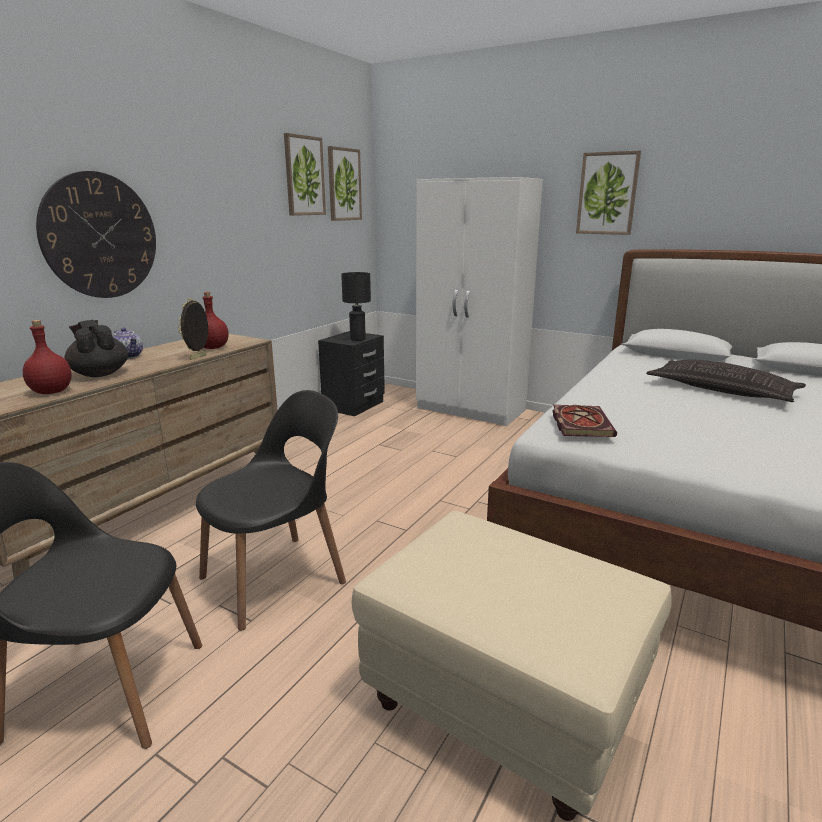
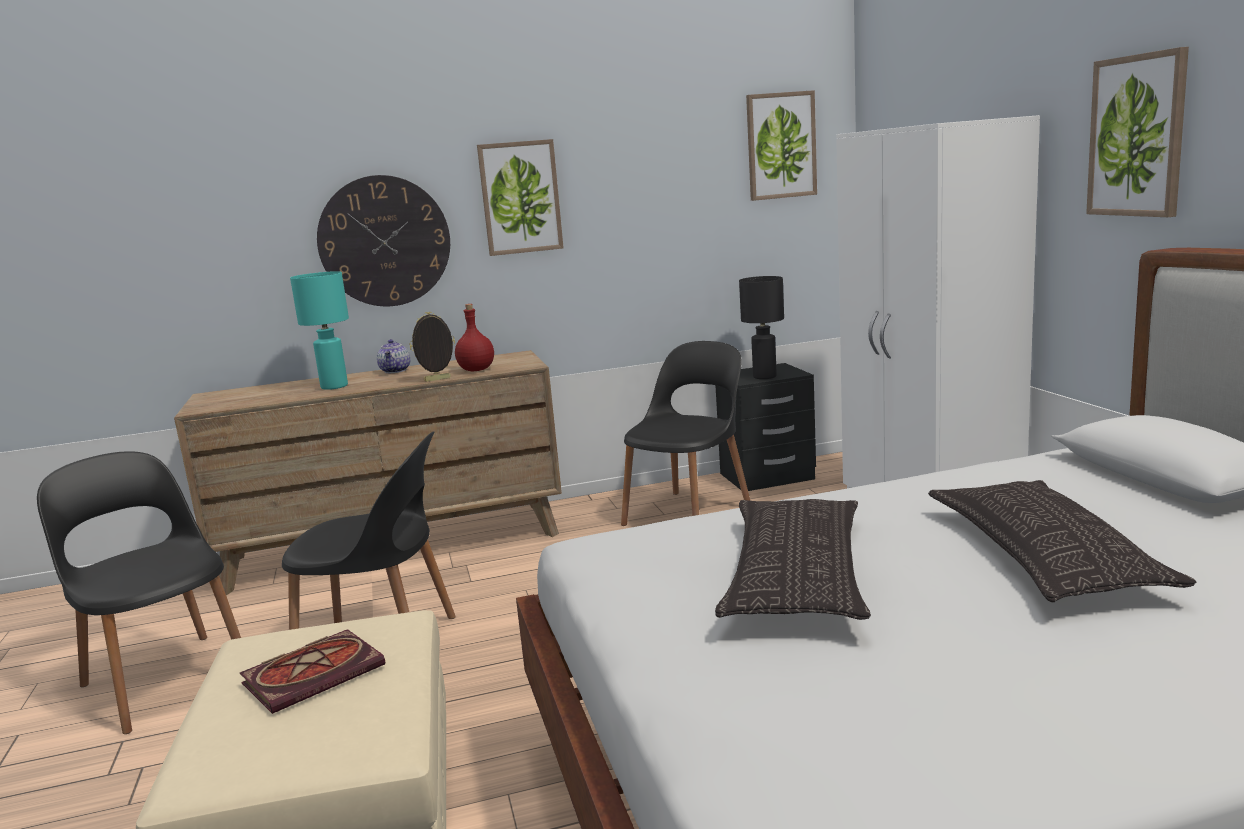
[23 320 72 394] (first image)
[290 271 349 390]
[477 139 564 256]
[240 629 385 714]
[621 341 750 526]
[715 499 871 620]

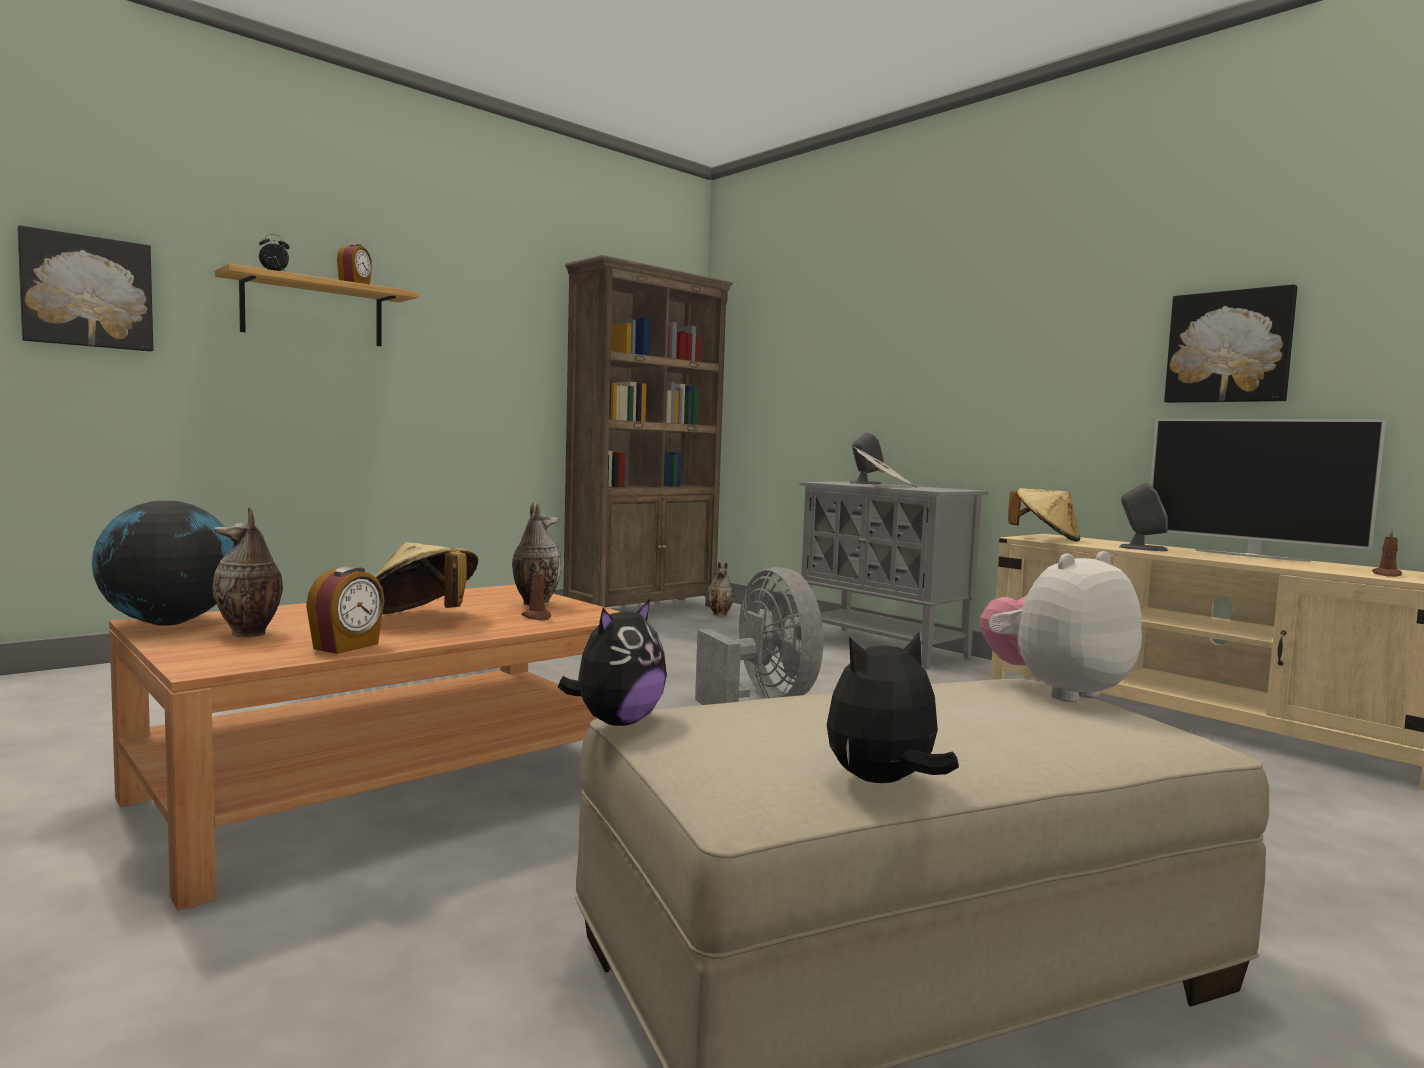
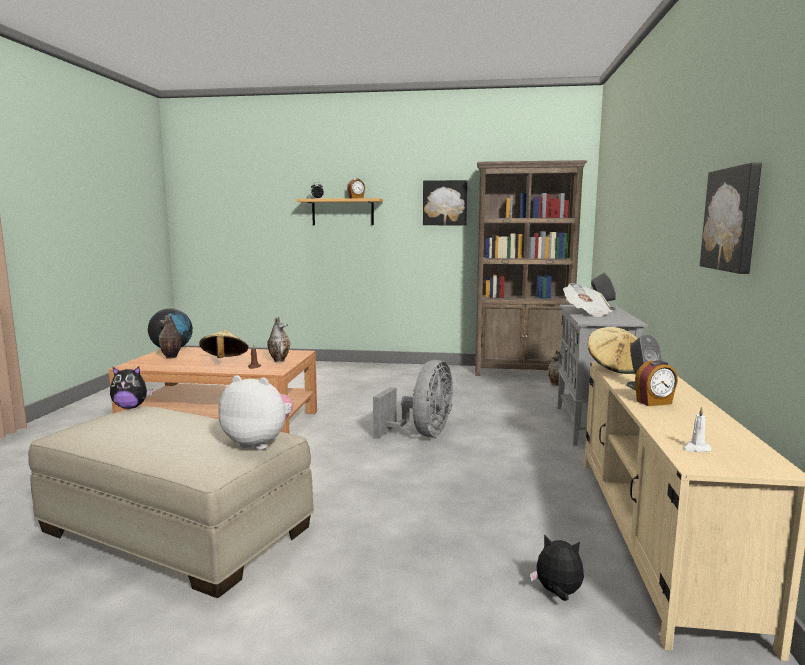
[423 180 467 225]
[635 360 678 406]
[530 534 584 601]
[1150 419 1386 562] (first image)
[683 406 712 452]

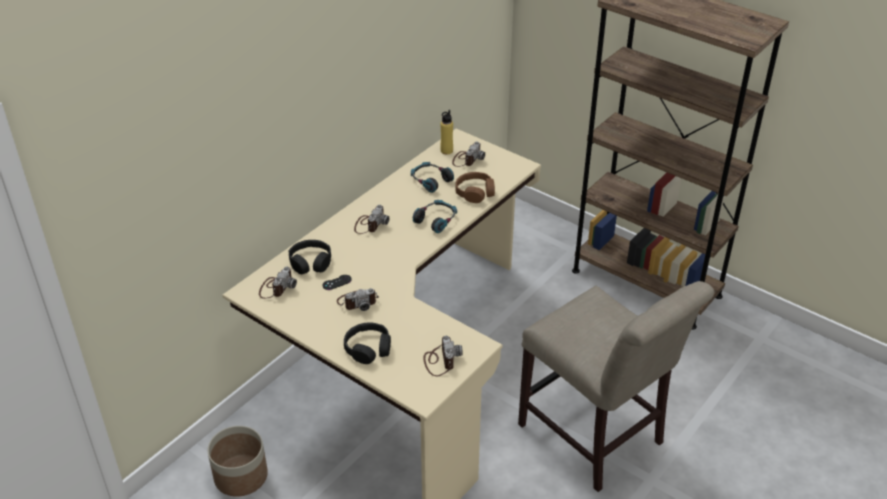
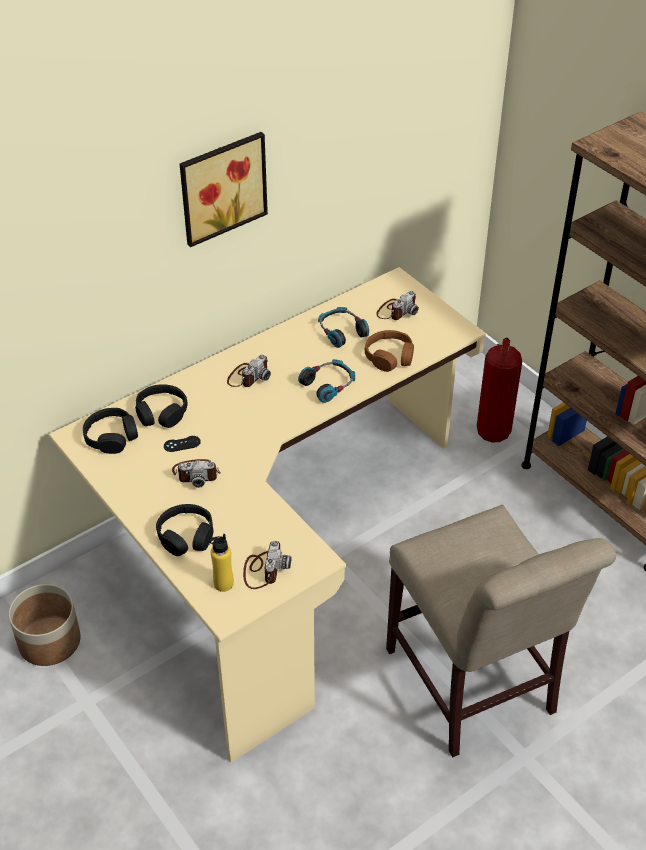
[83 408 138 454]
[209 534 234 592]
[180 132 268 247]
[477 337 522 442]

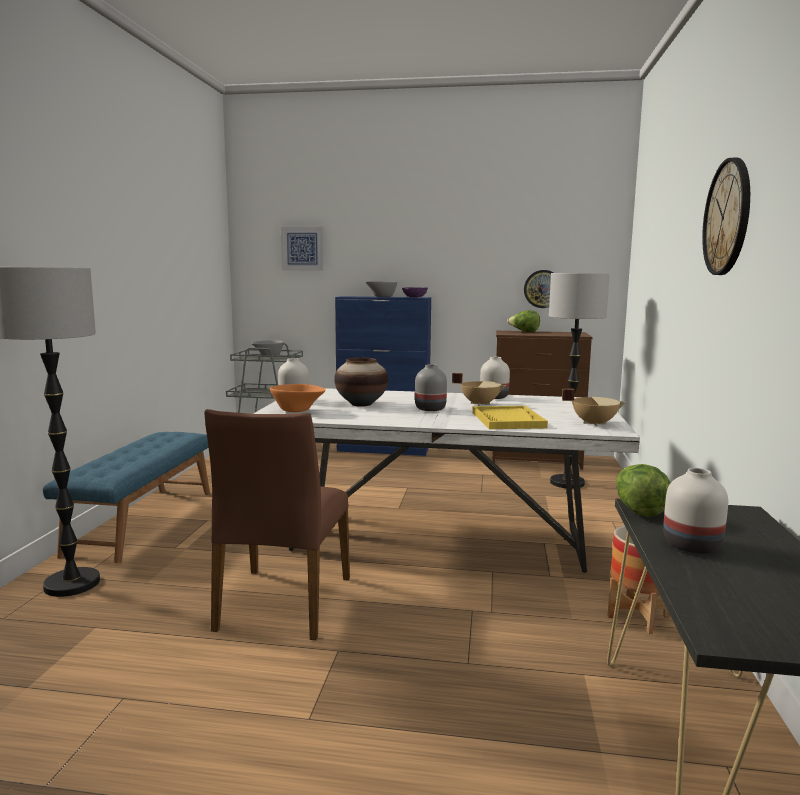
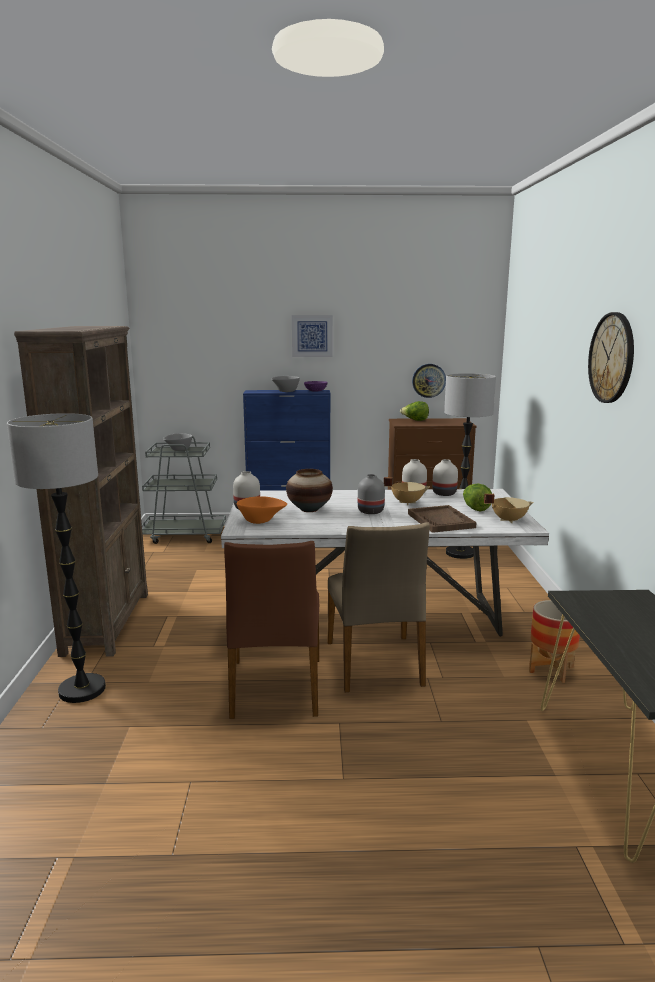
[14 326 148 657]
[292 315 333 357]
[408 505 477 533]
[463 483 492 511]
[432 459 458 496]
[327 522 430 692]

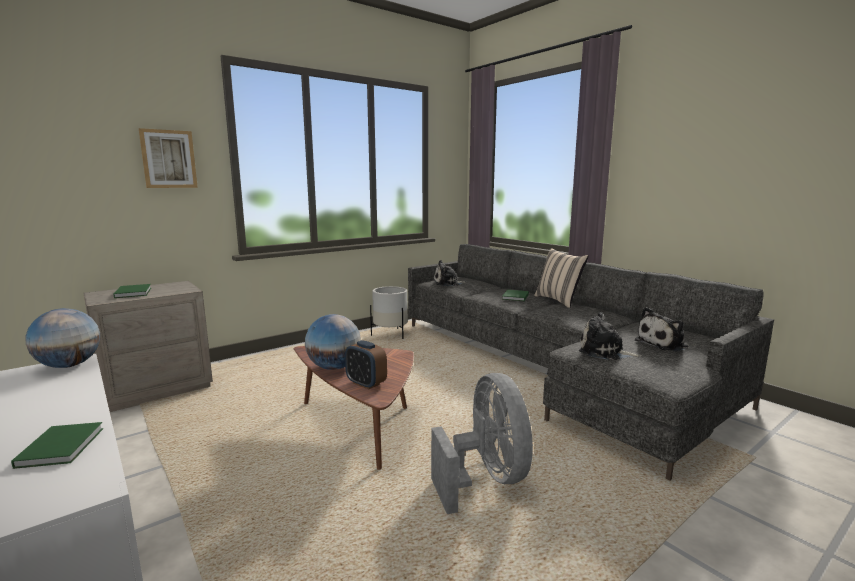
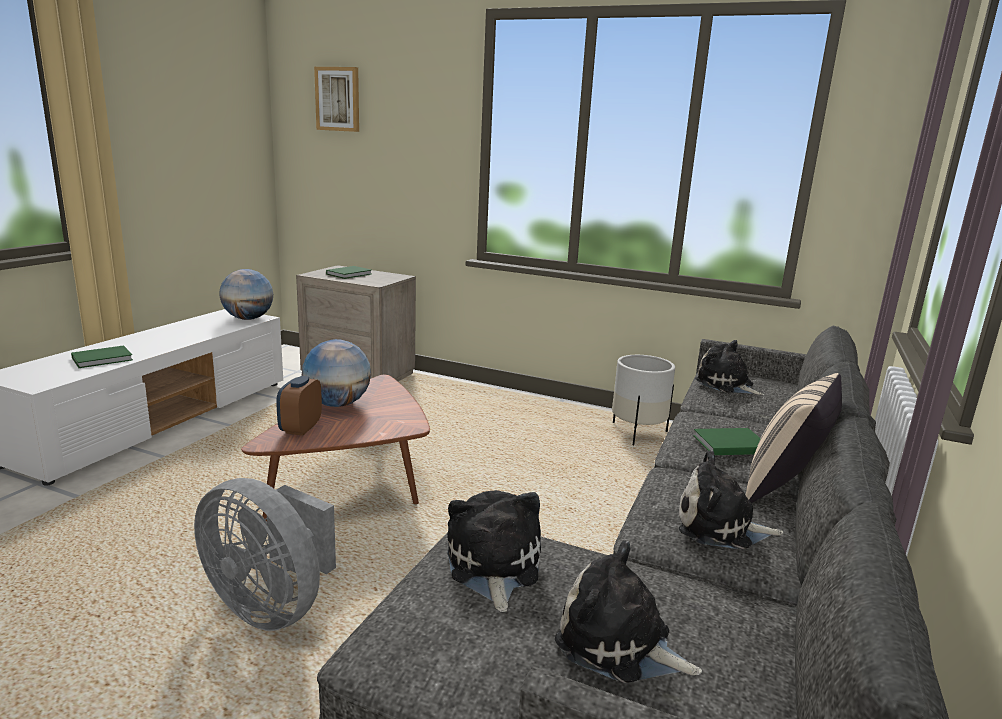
[314 67 359 132]
[194 478 336 631]
[679 450 784 549]

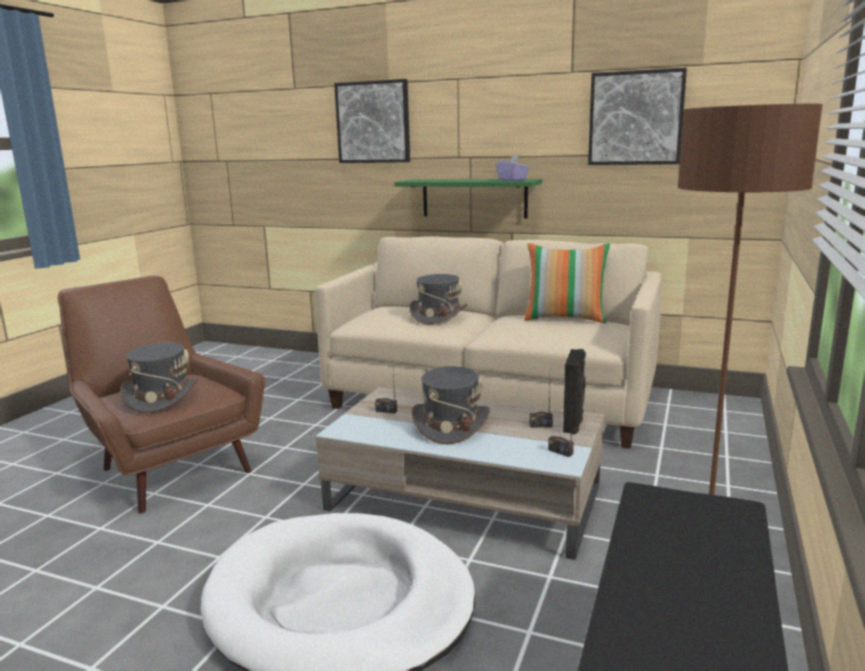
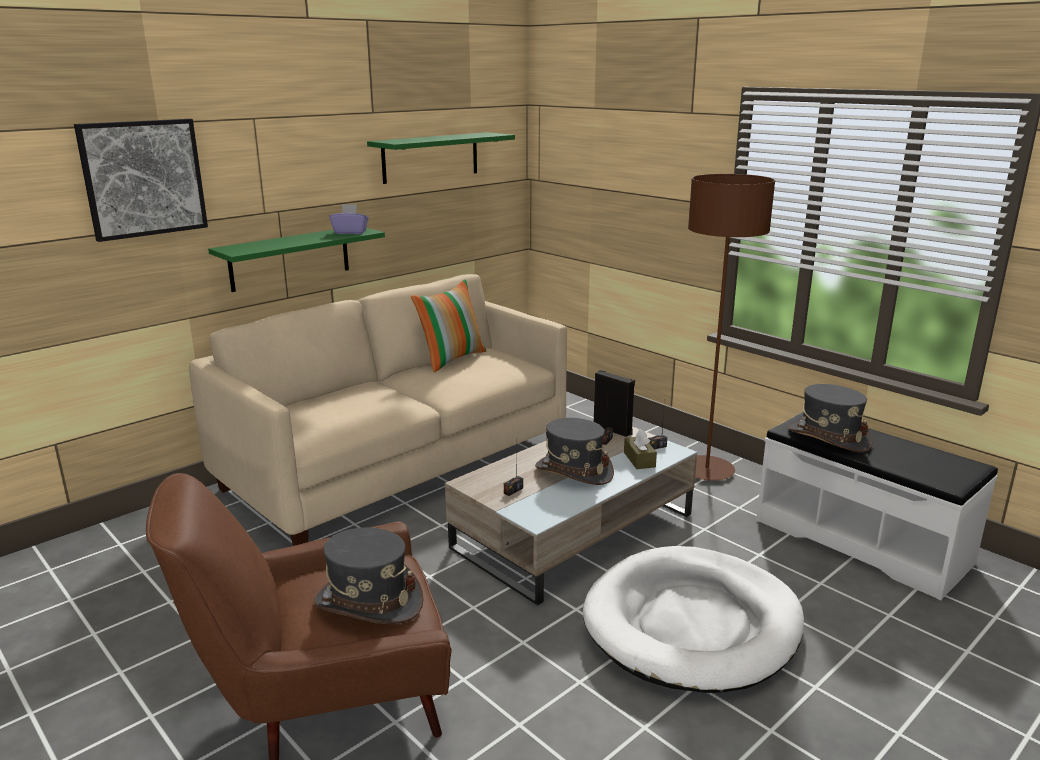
[788 384 872 452]
[367 132 515 184]
[624 430 657 469]

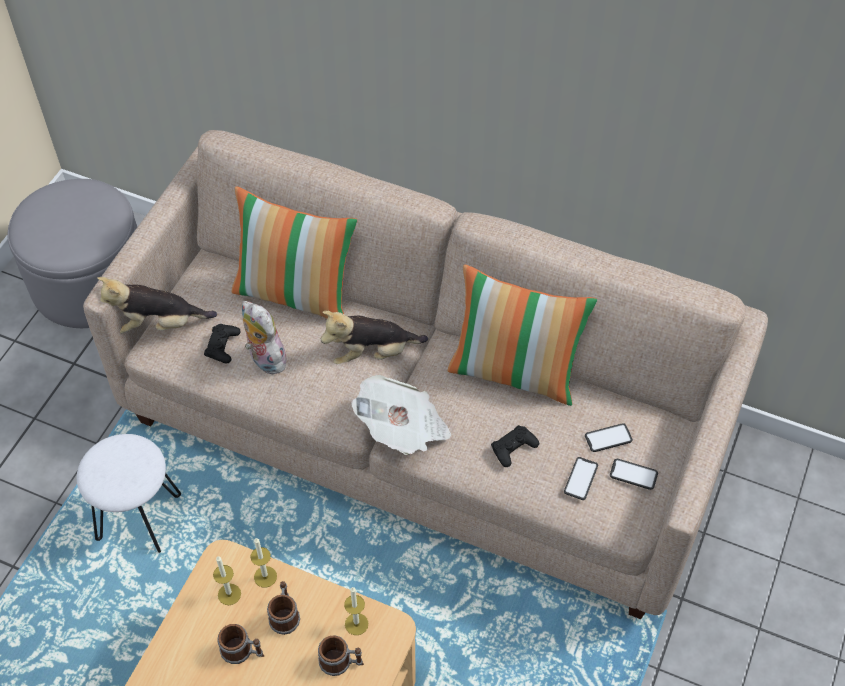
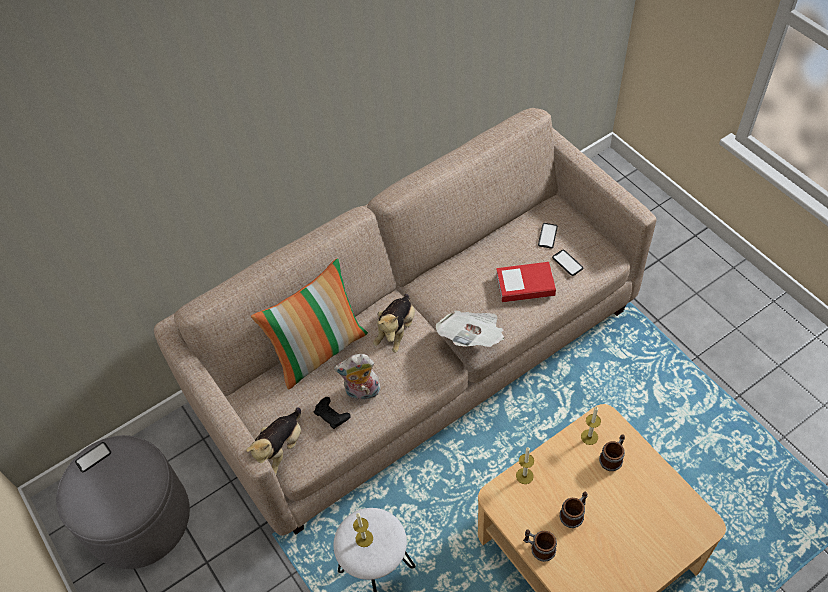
[353 513 373 547]
[523 530 557 562]
[447 264 597 406] (first image)
[496 262 556 302]
[75 442 111 472]

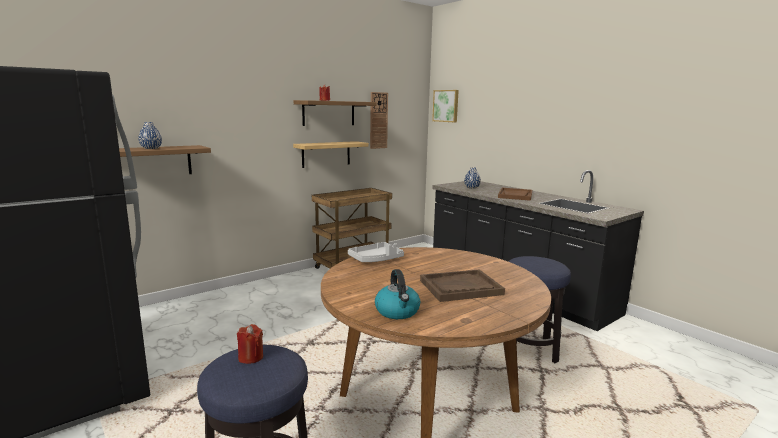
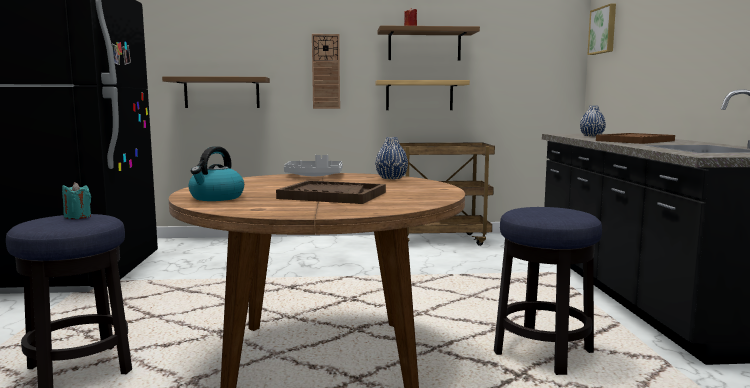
[375 137 408 180]
[62 182 91 219]
[312 34 340 109]

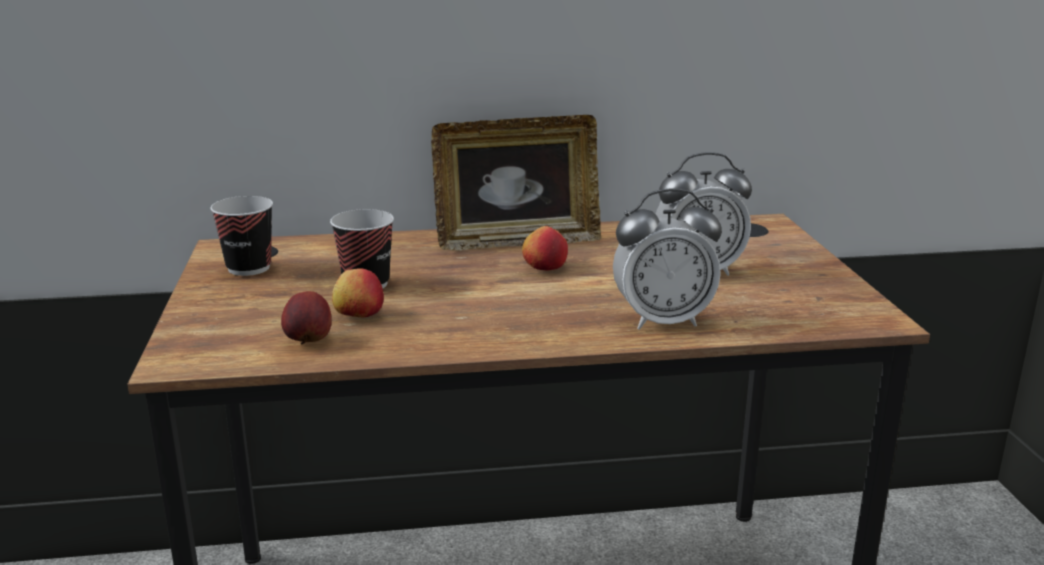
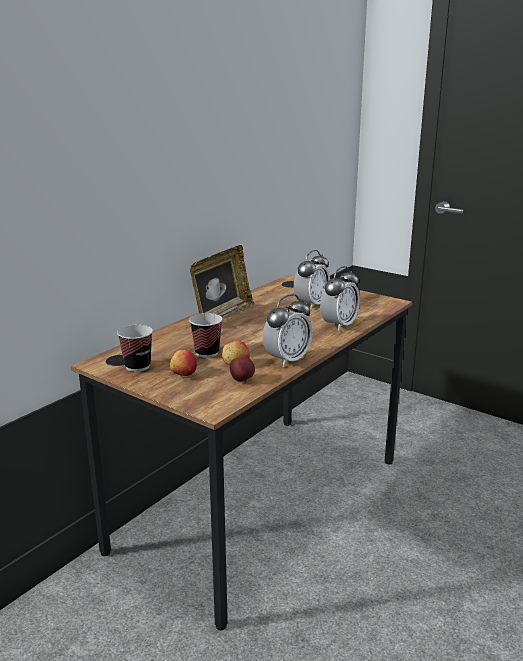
[170 350 197 376]
[263 294 313 367]

